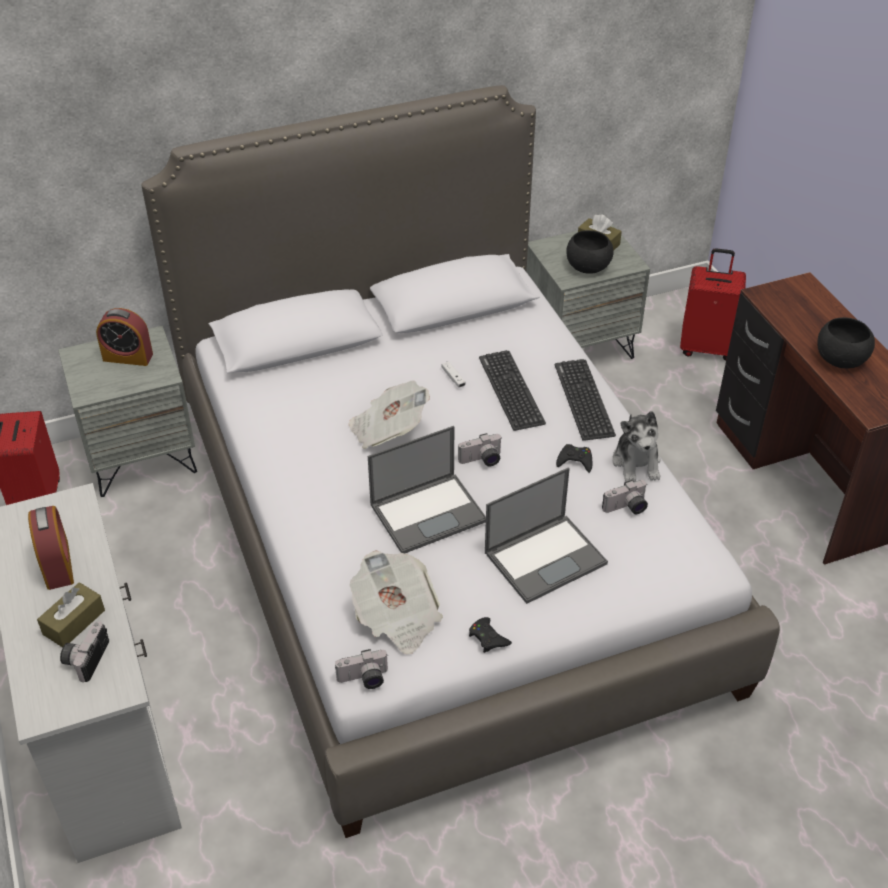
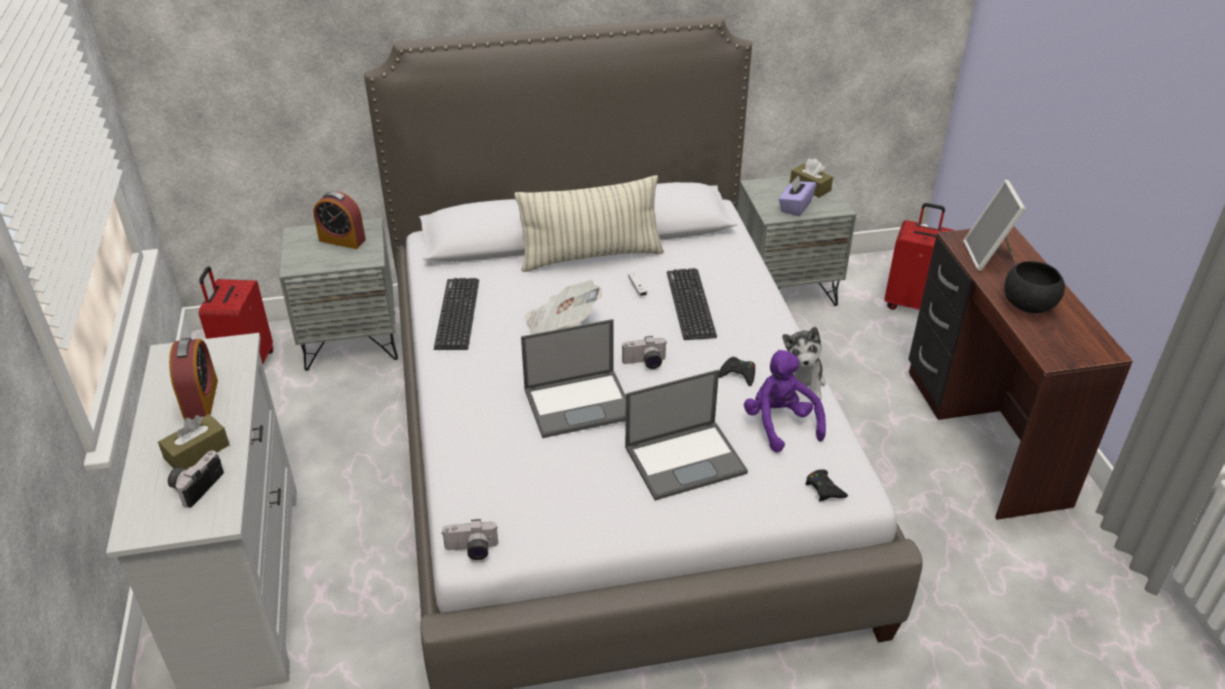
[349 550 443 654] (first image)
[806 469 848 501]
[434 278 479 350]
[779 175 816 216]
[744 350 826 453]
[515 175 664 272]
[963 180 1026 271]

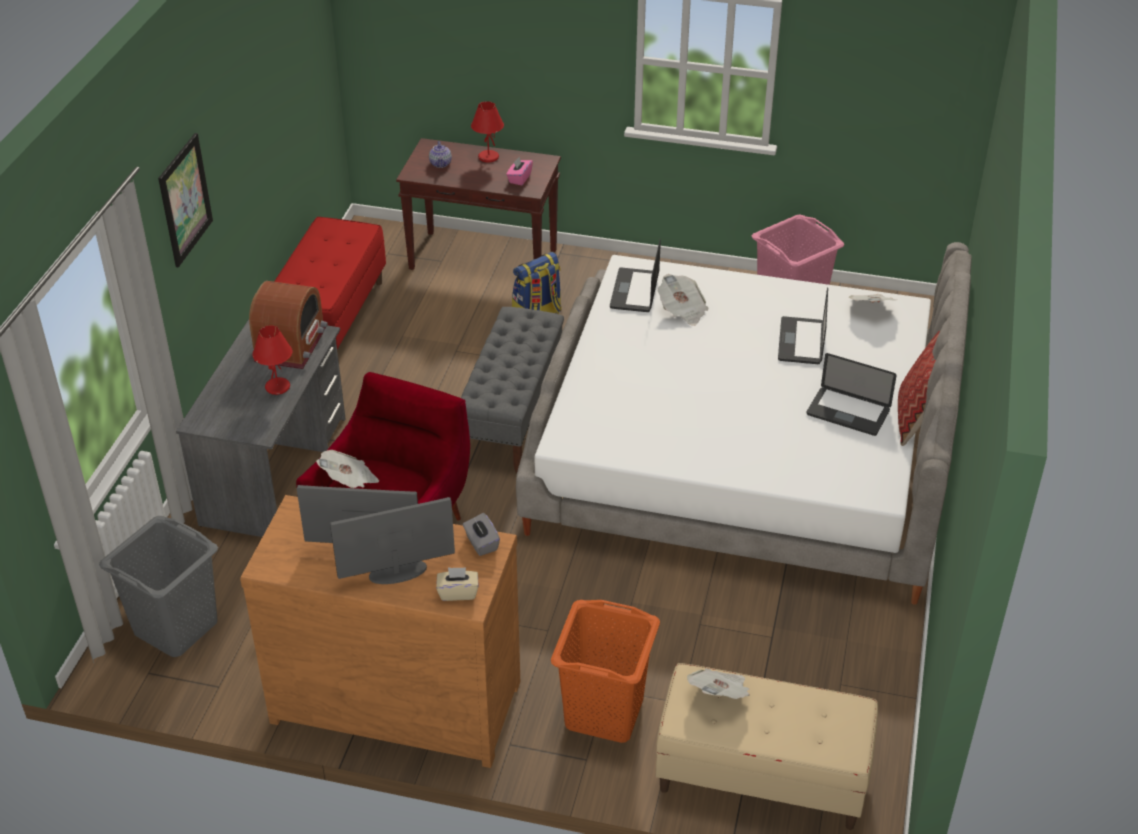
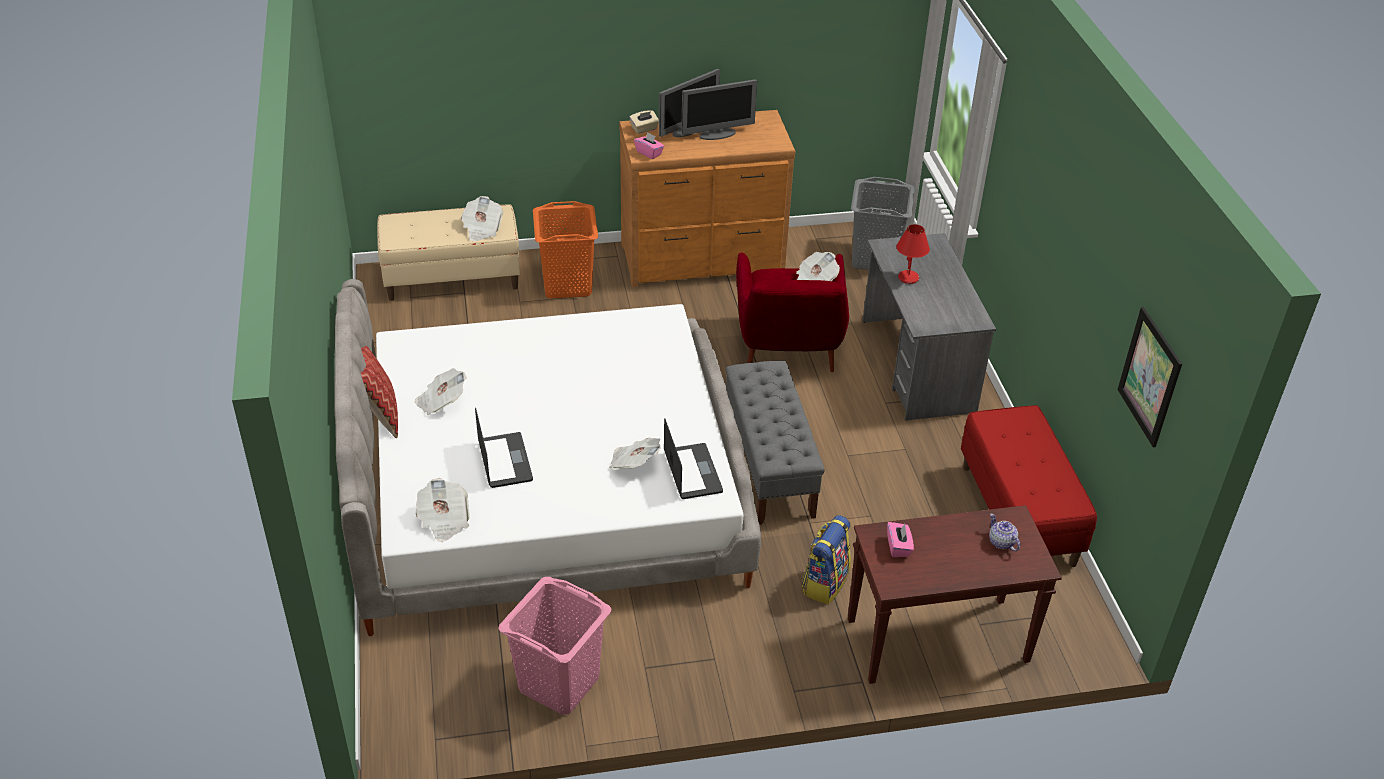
[1118 307 1182 448]
[249 281 328 369] (first image)
[634 132 664 159]
[471 101 504 162] (first image)
[414 368 467 415]

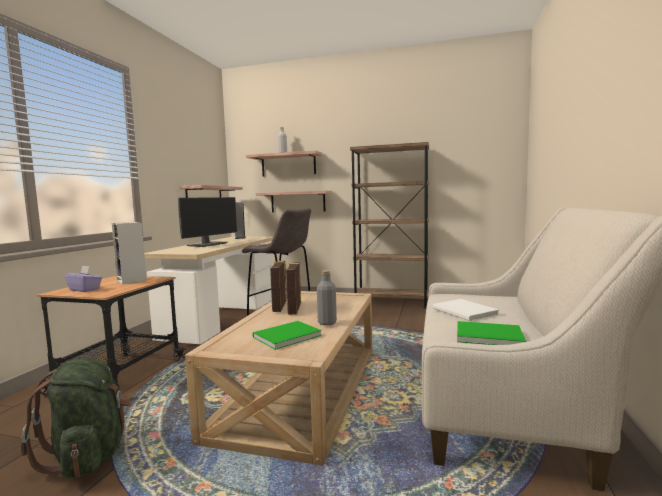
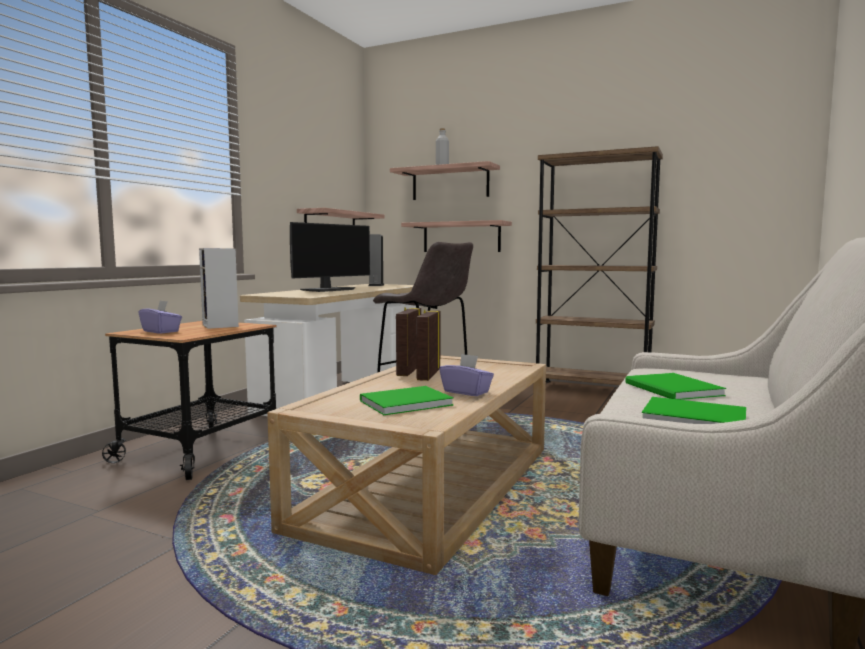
[21 359 132 478] (first image)
[439 354 494 396]
[625 373 726 400]

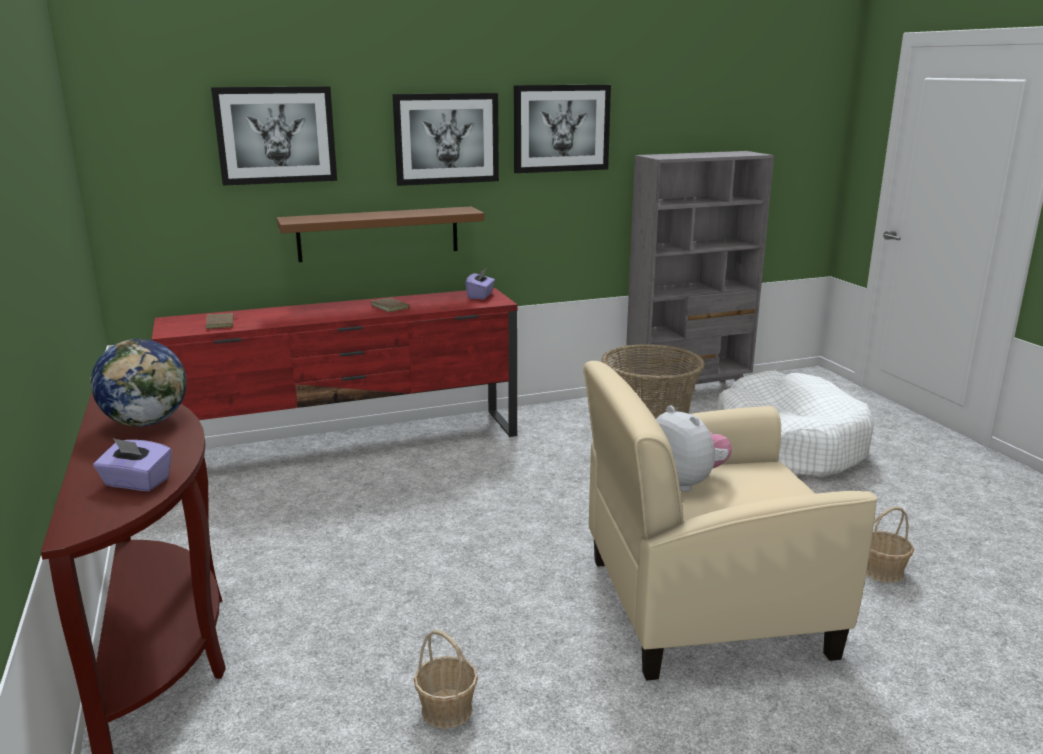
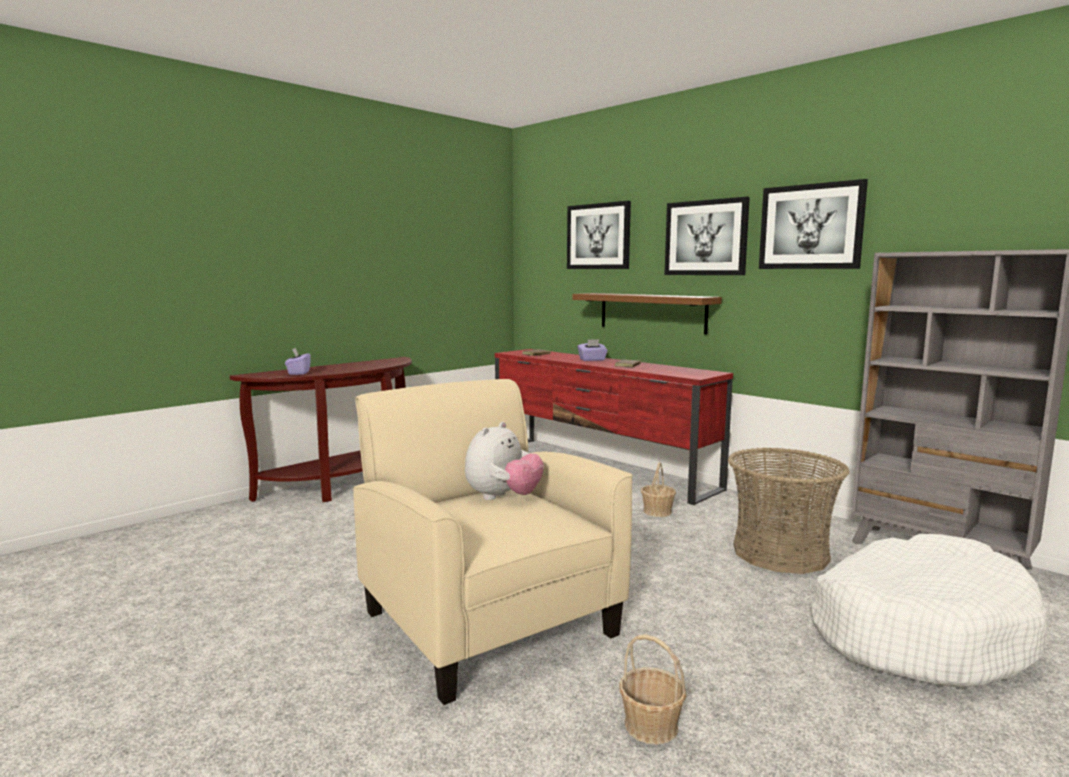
[90 339 187 427] (first image)
[641 462 676 517]
[578 339 608 361]

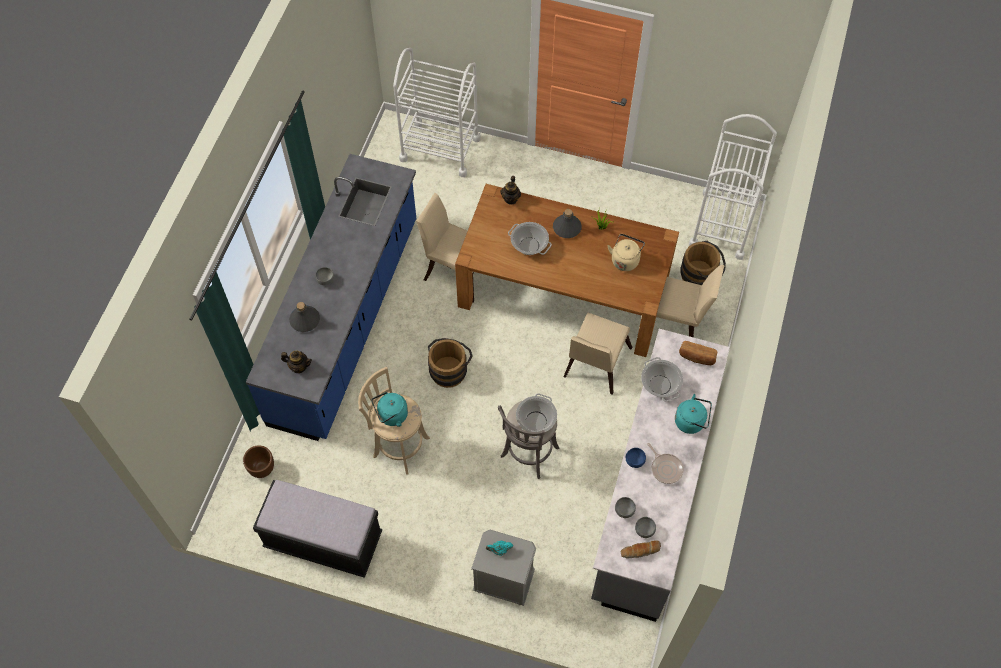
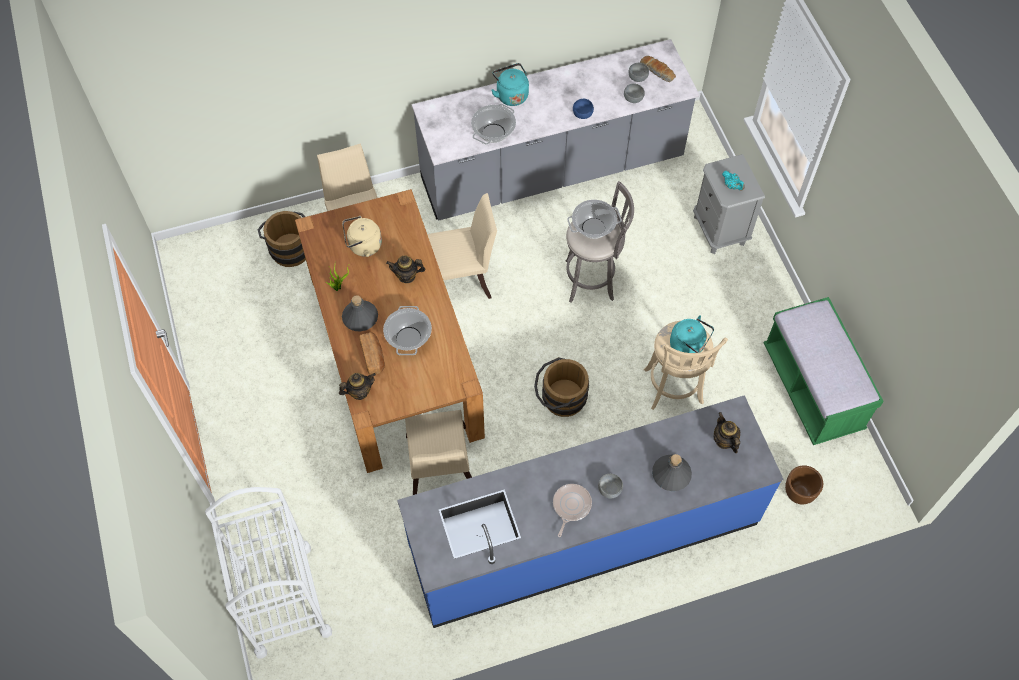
[764 297 884 445]
[553 484 592 537]
[359 332 385 375]
[689 114 777 260] (first image)
[386 255 425 283]

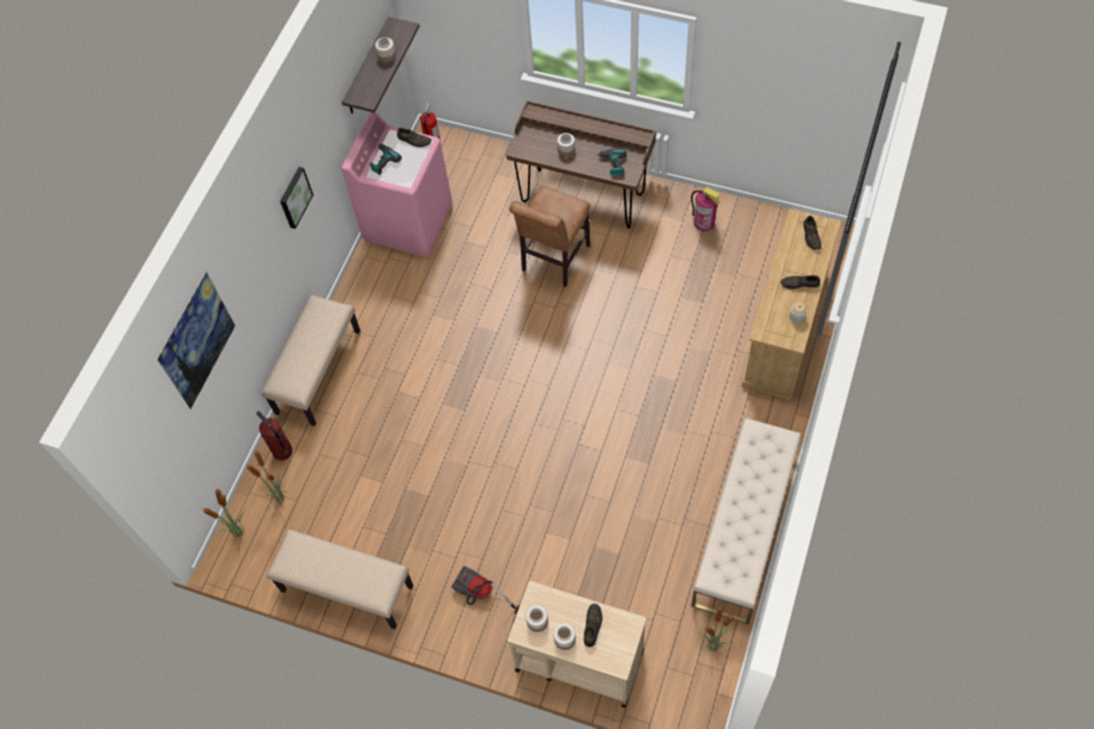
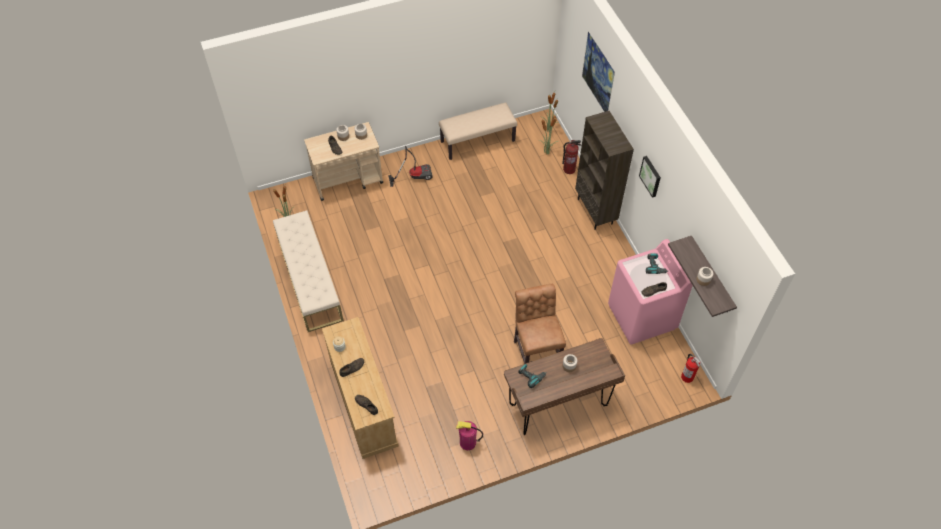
[575 111 634 230]

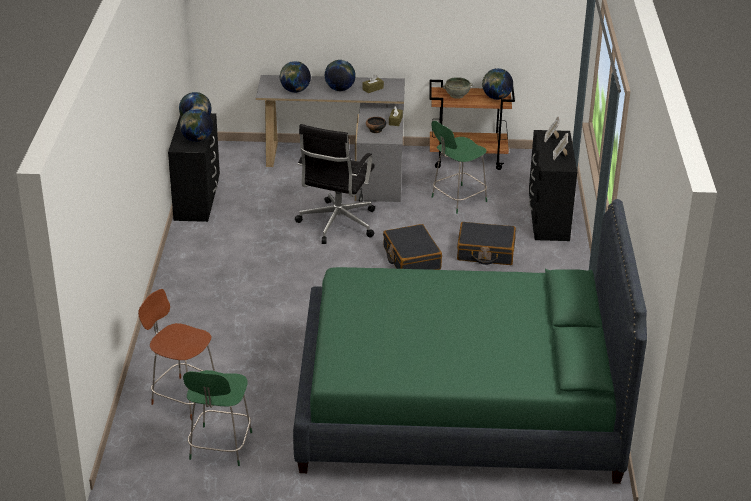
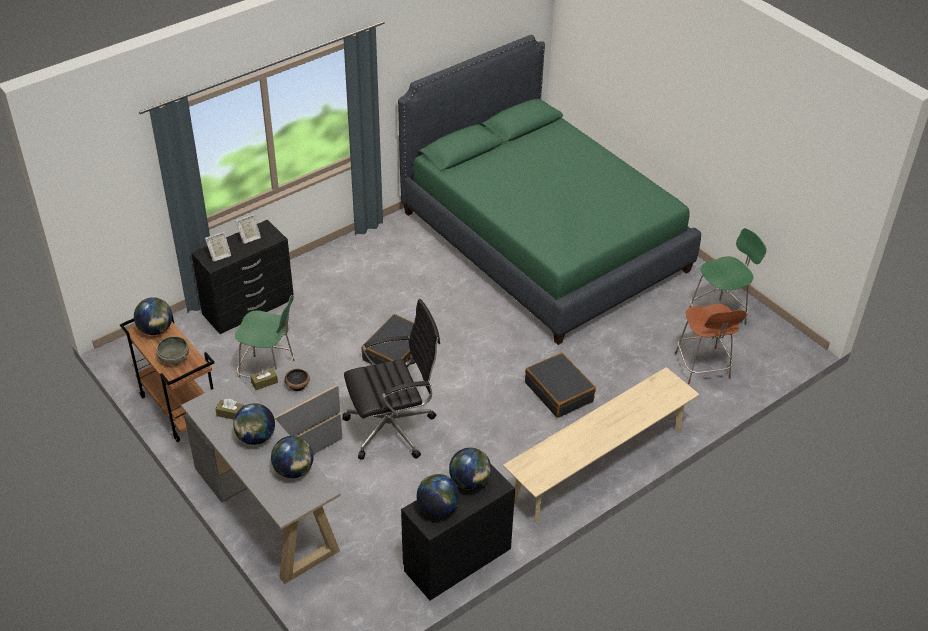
[525 353 596 418]
[503 367 700 524]

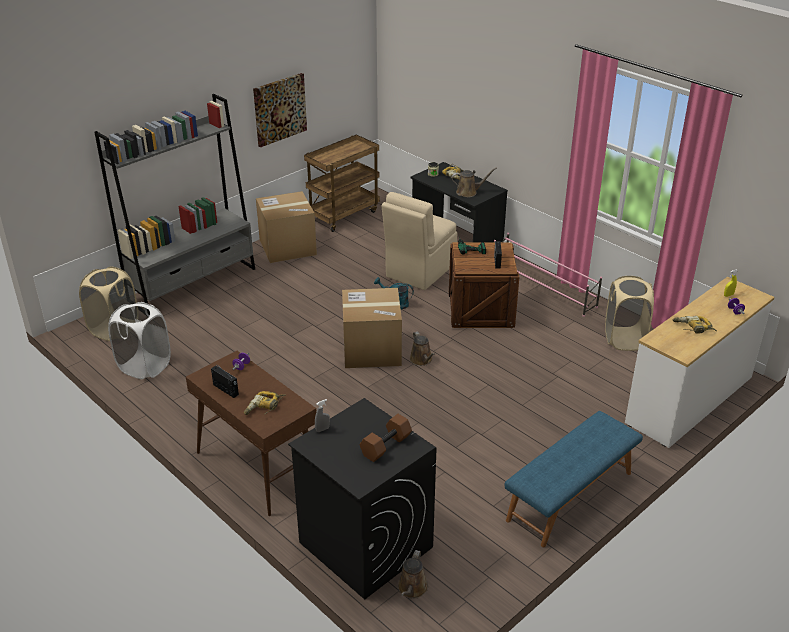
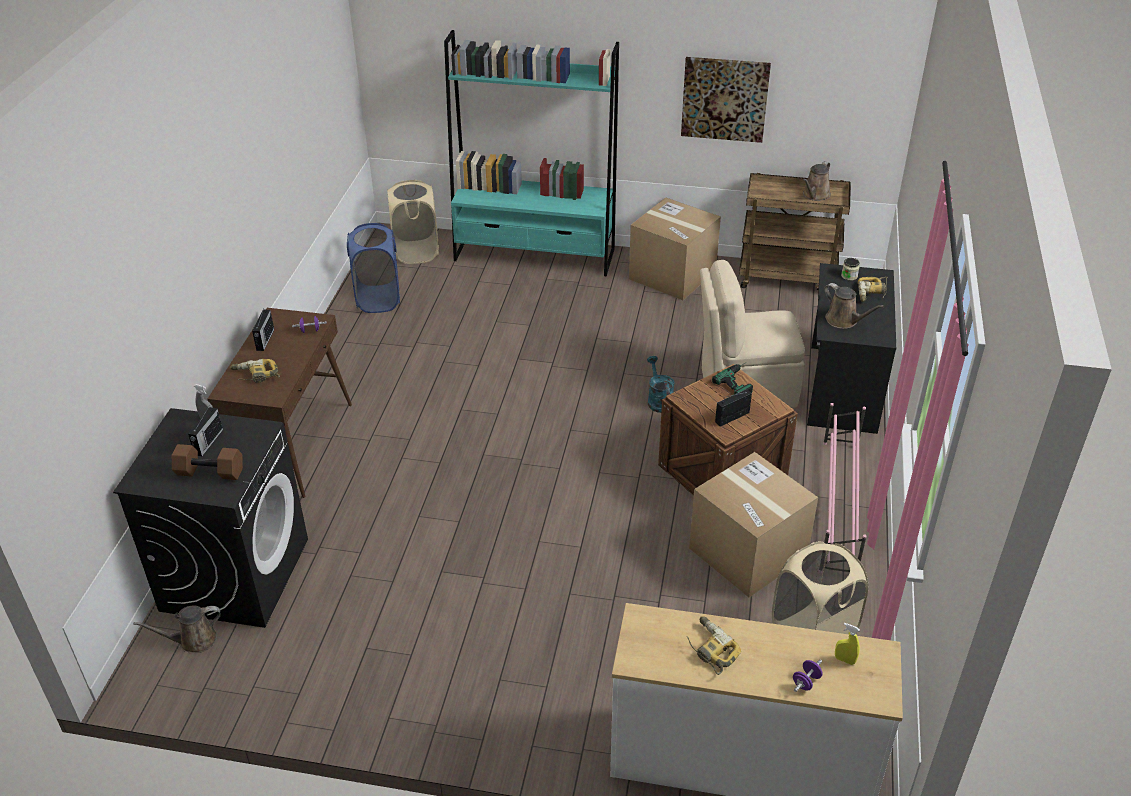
[444 30 619 276]
[347 223 400 313]
[689 452 818 598]
[803 161 831 201]
[504 411 643 547] (first image)
[188 405 223 457]

